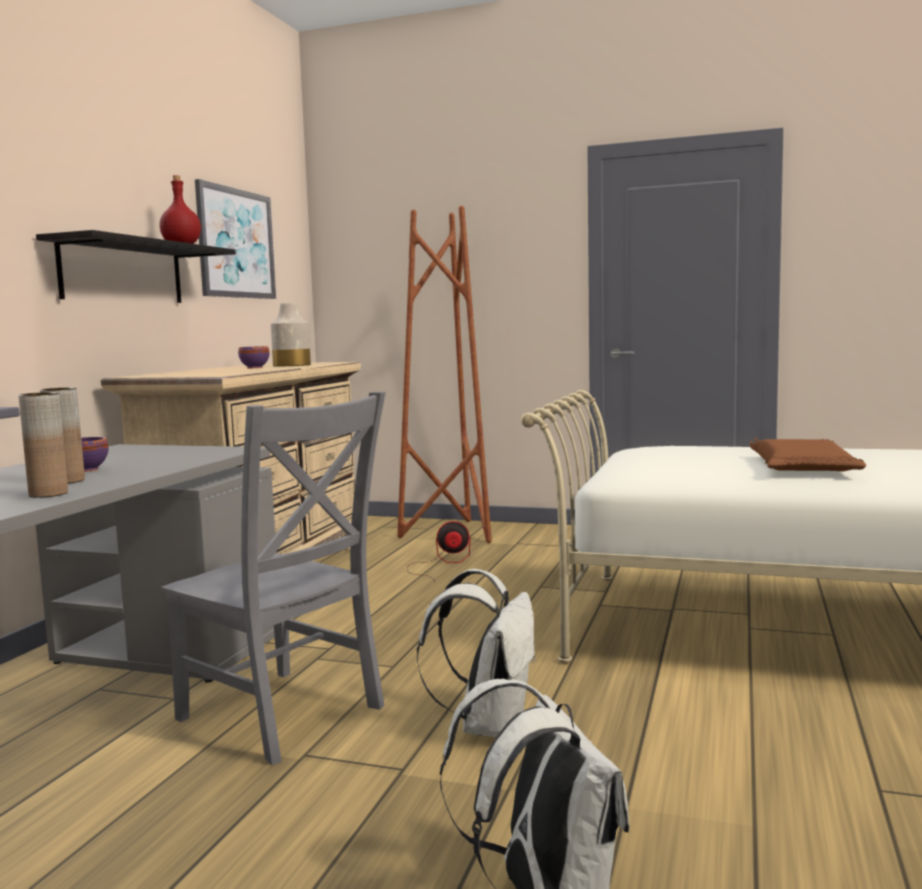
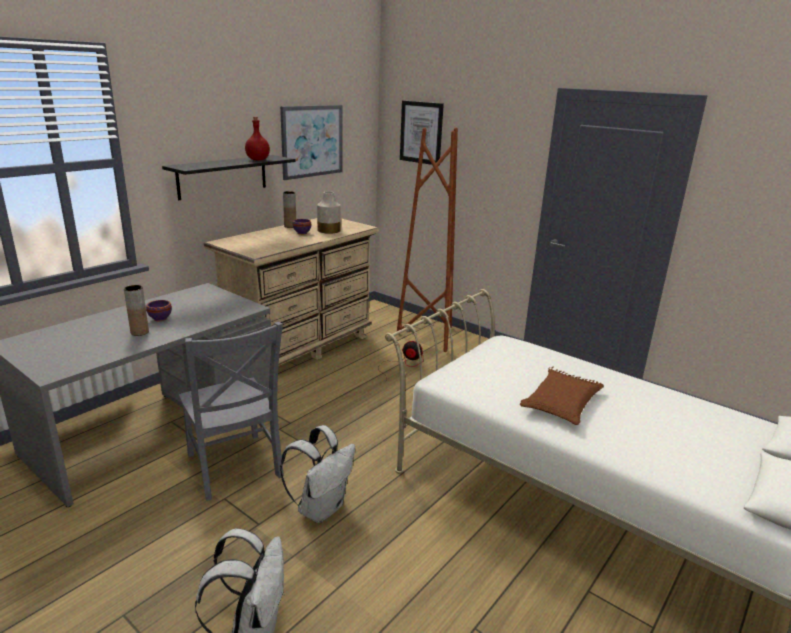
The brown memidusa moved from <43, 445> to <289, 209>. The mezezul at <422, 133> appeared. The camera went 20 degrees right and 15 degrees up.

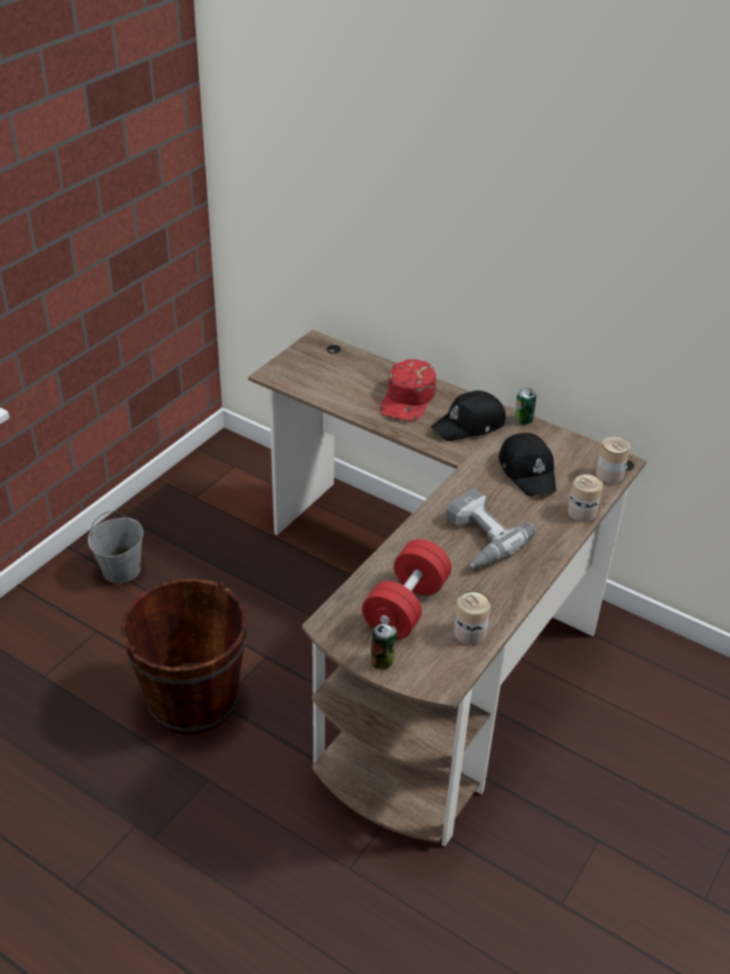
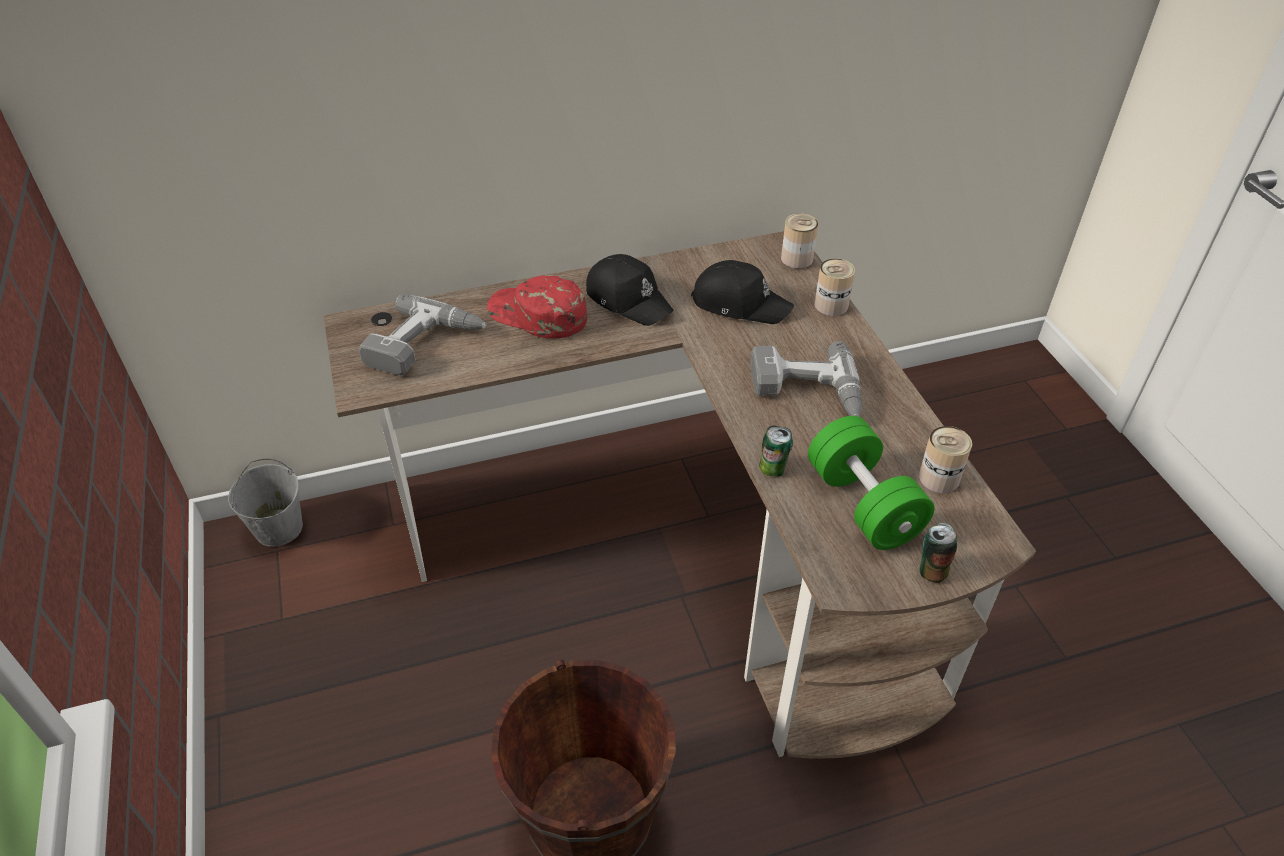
The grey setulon moved from <115, 546> to <265, 503>. The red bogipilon at <406, 589> became the green bogipilon at <871, 483>. The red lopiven at <407, 390> turned 150 degrees clockwise. The black lopiven at <468, 415> turned 60 degrees counterclockwise. The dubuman moved from <526, 406> to <776, 451>. The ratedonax at <422, 335> appeared. The camera went 50 degrees left and 5 degrees up.

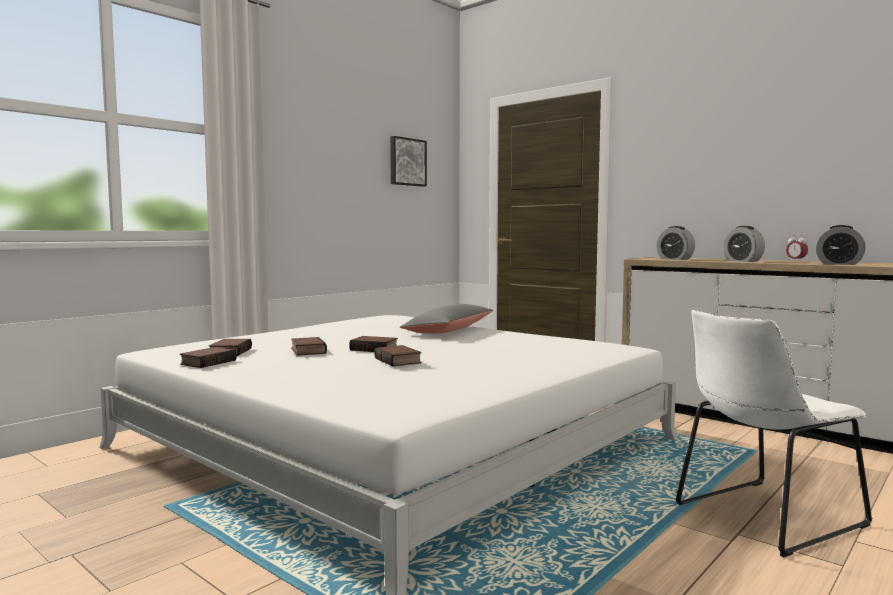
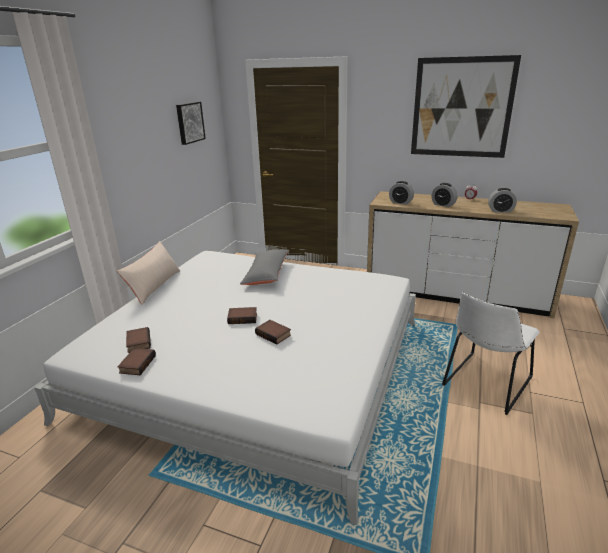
The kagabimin at <309, 346> disappeared. The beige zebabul at <148, 273> appeared. The mezezul at <466, 106> appeared. The camera went 20 degrees left and 20 degrees up.

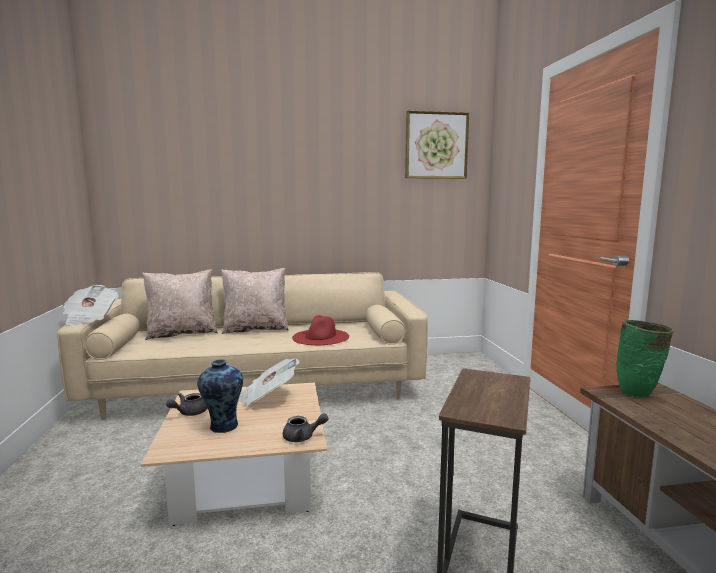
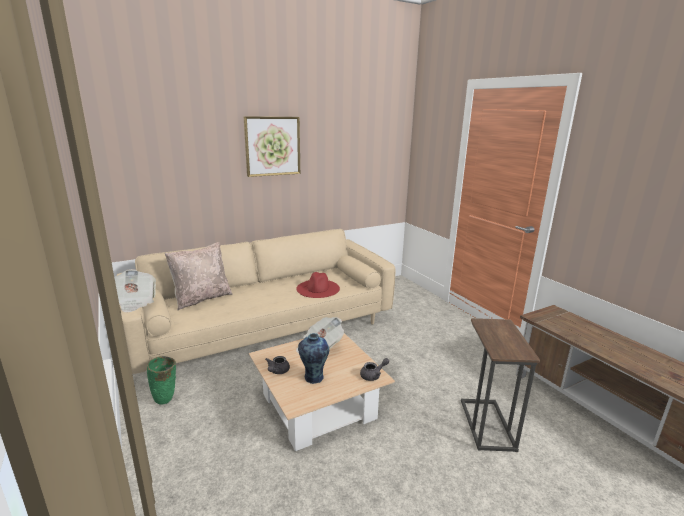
The beige zebabul at <255, 301> disappeared. The mezezul moved from <437, 145> to <272, 146>. The green memidusa moved from <645, 358> to <161, 380>. The camera went 20 degrees left and 10 degrees up.

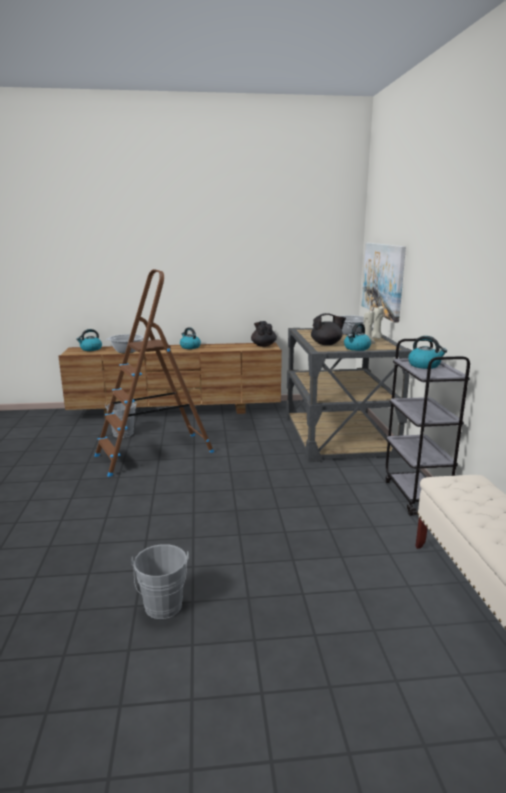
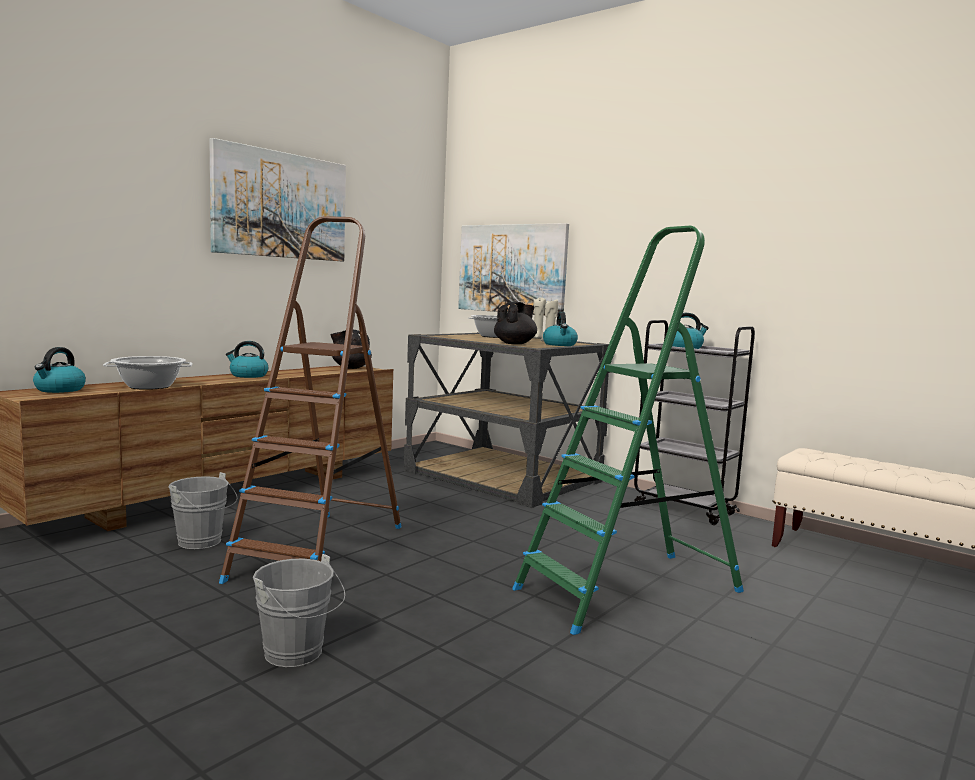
The grey setulon moved from <160, 581> to <299, 610>. The mezezul at <277, 199> appeared. The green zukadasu at <628, 430> appeared. The camera went 45 degrees left and 10 degrees down.

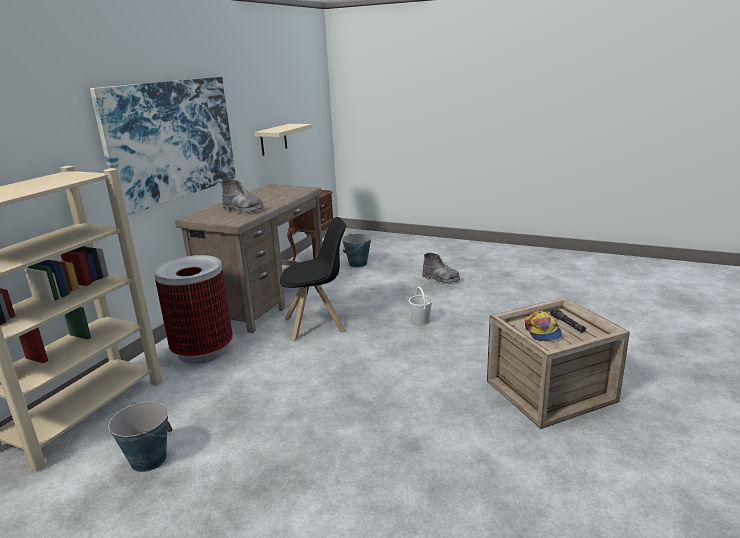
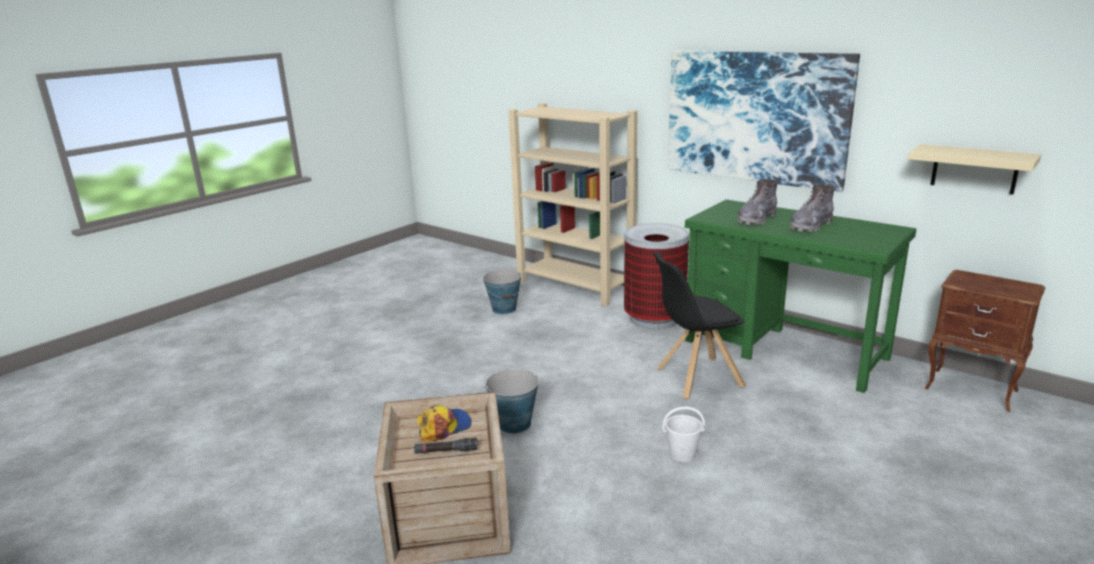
The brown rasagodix at <249, 258> became the green rasagodix at <800, 296>. The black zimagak at <313, 279> turned 75 degrees clockwise. The setulon moved from <356, 250> to <512, 401>. The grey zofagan moved from <441, 268> to <812, 208>. The lopiven at <543, 326> turned 135 degrees clockwise. The camera went 105 degrees right and 0 degrees up.

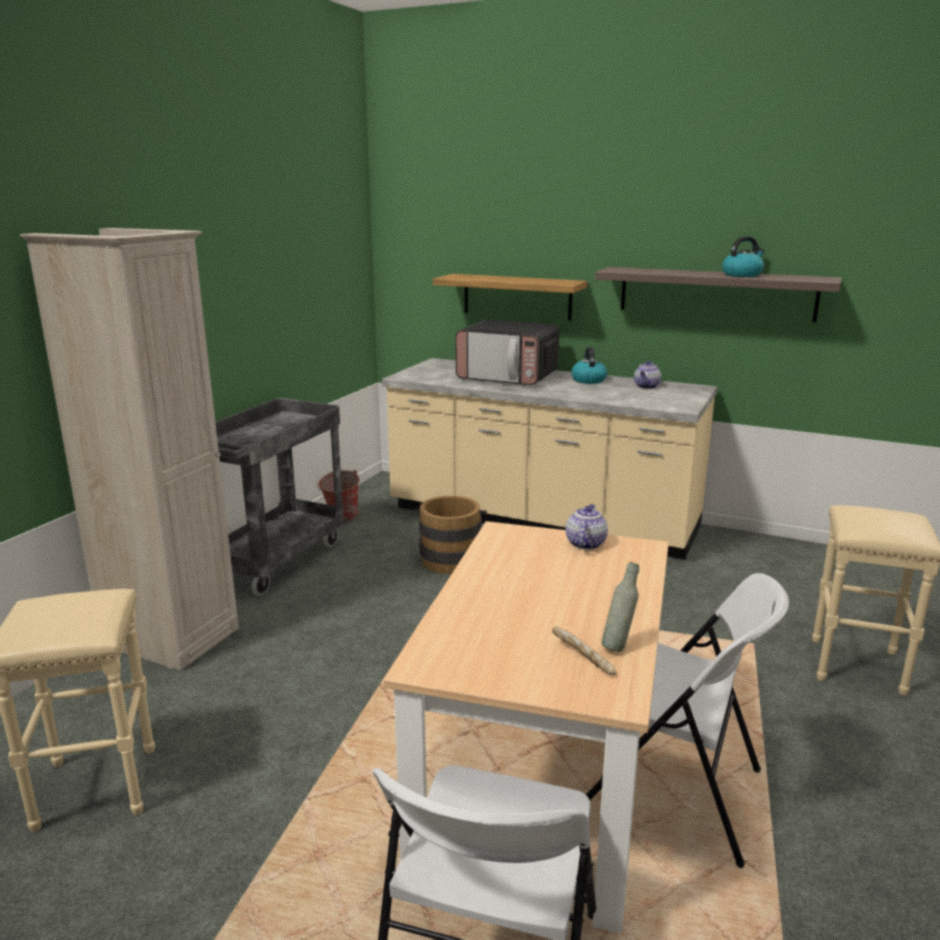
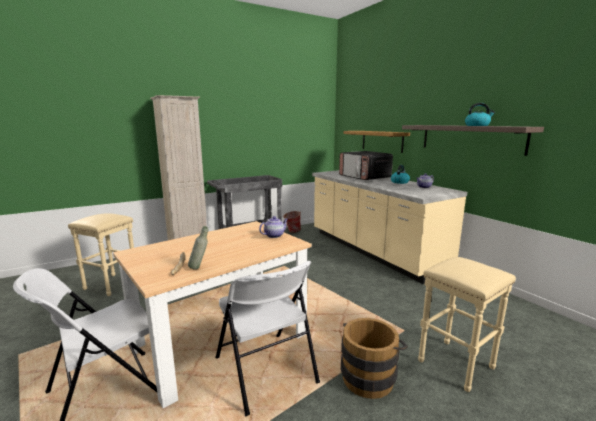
The brown setulon moved from <450, 535> to <374, 358>. The camera went 35 degrees right and 5 degrees down.

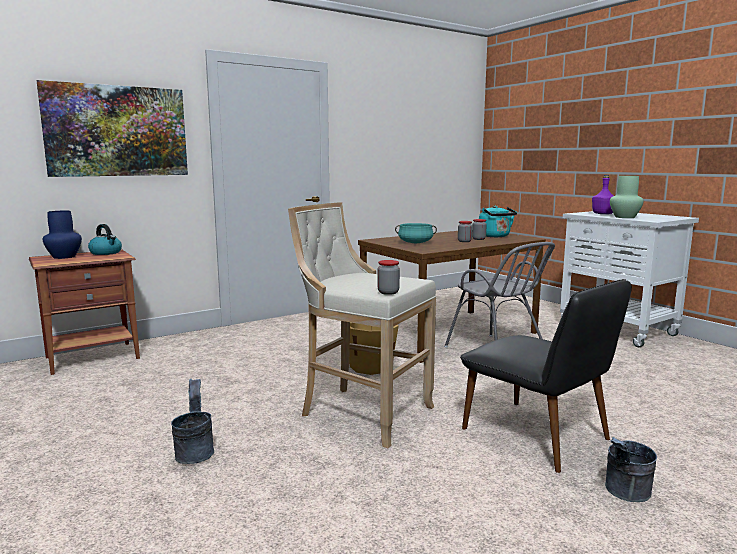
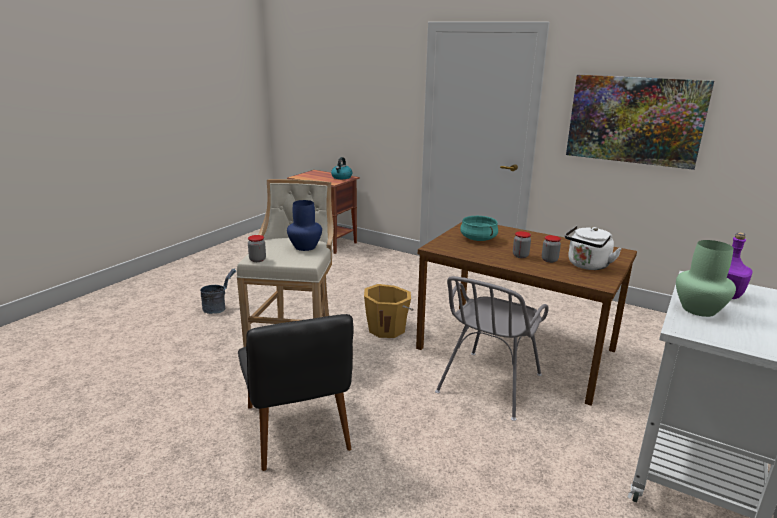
The mezezul moved from <112, 128> to <640, 122>. The blue memidusa moved from <62, 235> to <304, 225>. The black zimagak at <546, 376> turned 45 degrees counterclockwise. The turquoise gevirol at <498, 221> became the white gevirol at <593, 248>. The grey setulon at <631, 469> disappeared. The camera went 65 degrees right and 10 degrees up.

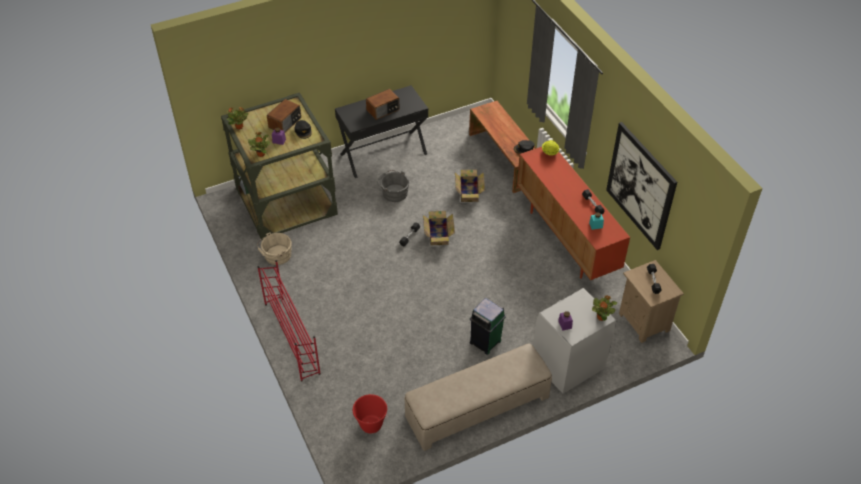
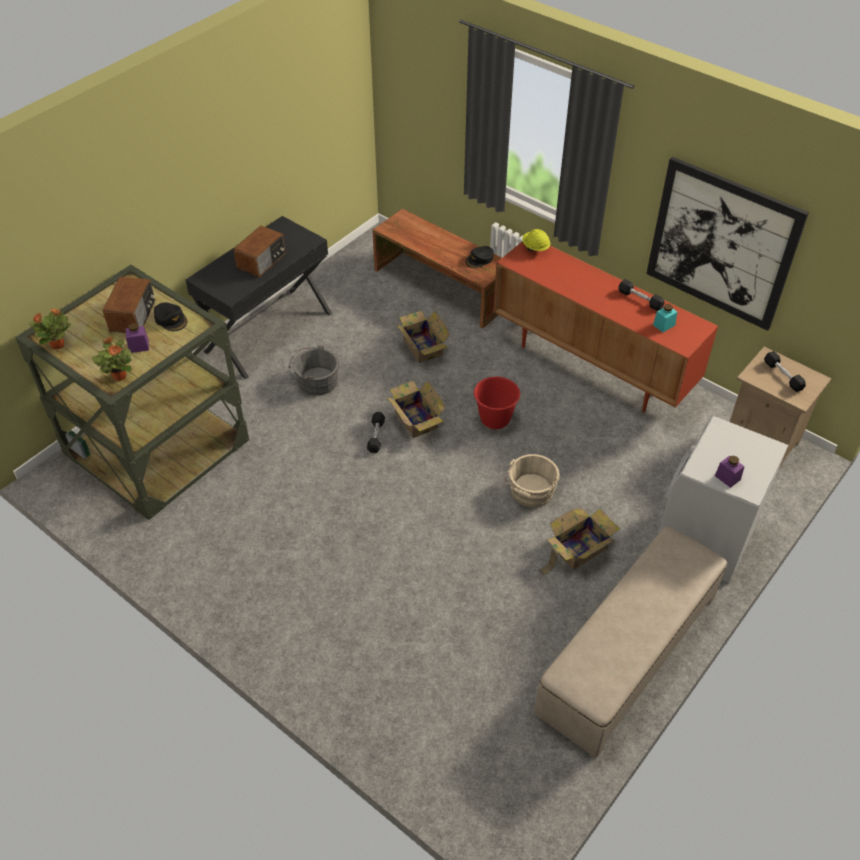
The beige setulon moved from <274, 248> to <532, 480>. The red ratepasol at <289, 321> disappeared. The red setulon moved from <370, 413> to <497, 403>. The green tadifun at <488, 326> was replaced by the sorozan at <579, 542>. The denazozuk at <604, 308> disappeared. The camera went 25 degrees left and 0 degrees up.

